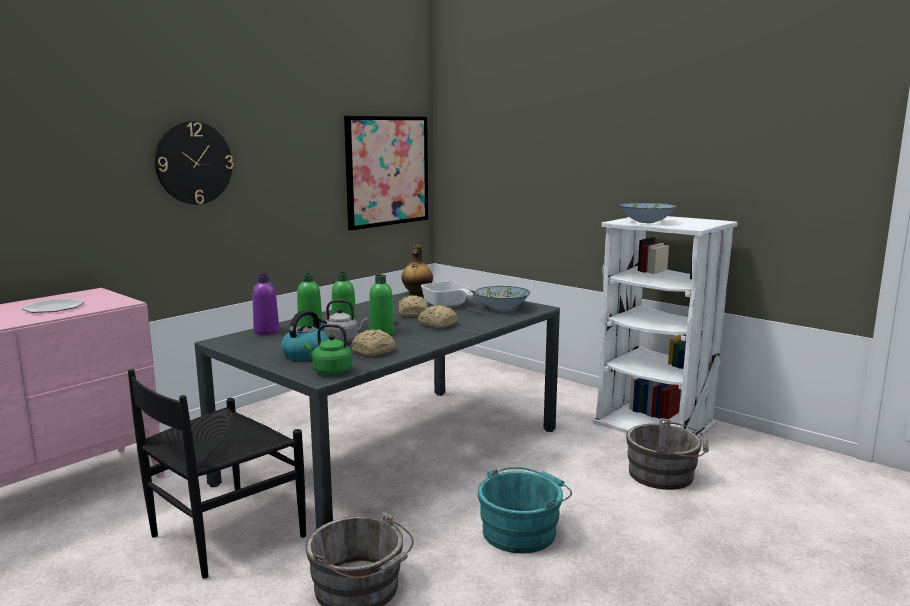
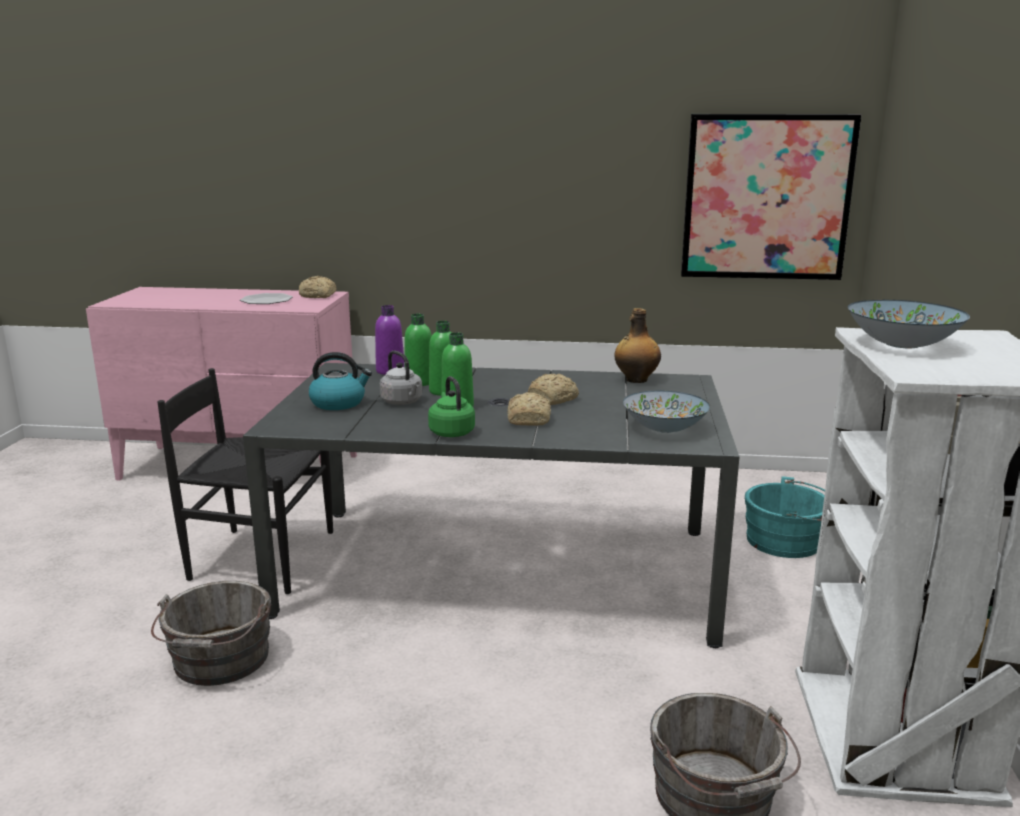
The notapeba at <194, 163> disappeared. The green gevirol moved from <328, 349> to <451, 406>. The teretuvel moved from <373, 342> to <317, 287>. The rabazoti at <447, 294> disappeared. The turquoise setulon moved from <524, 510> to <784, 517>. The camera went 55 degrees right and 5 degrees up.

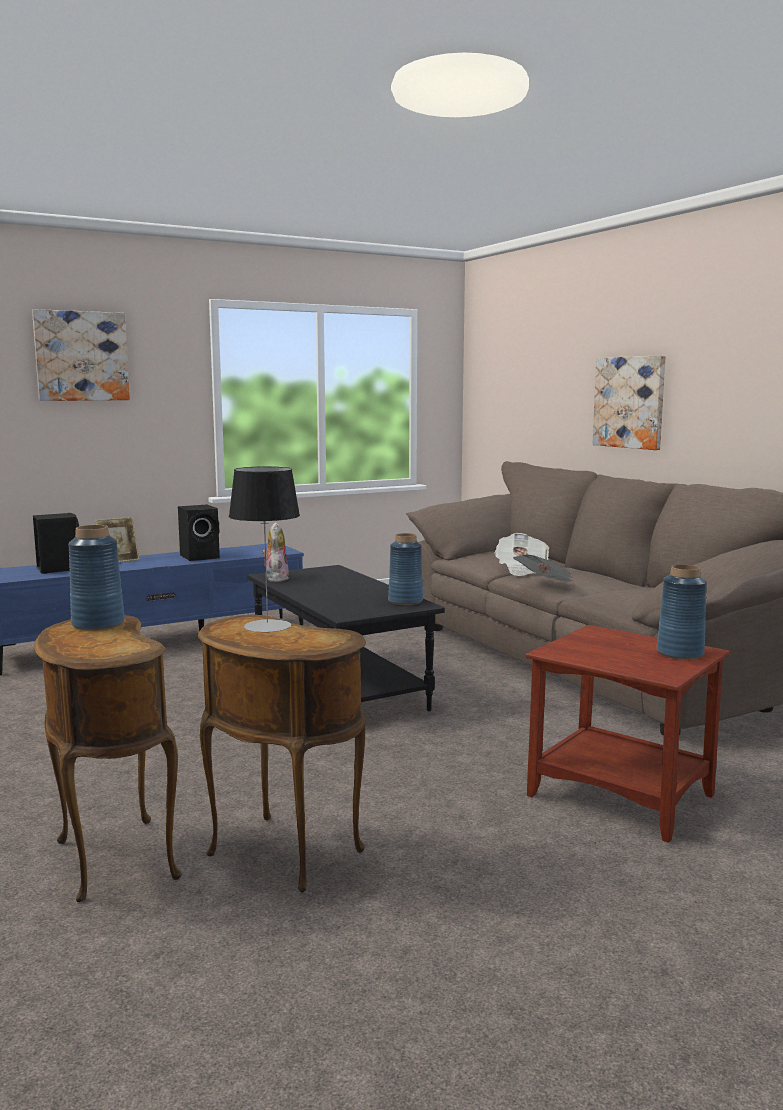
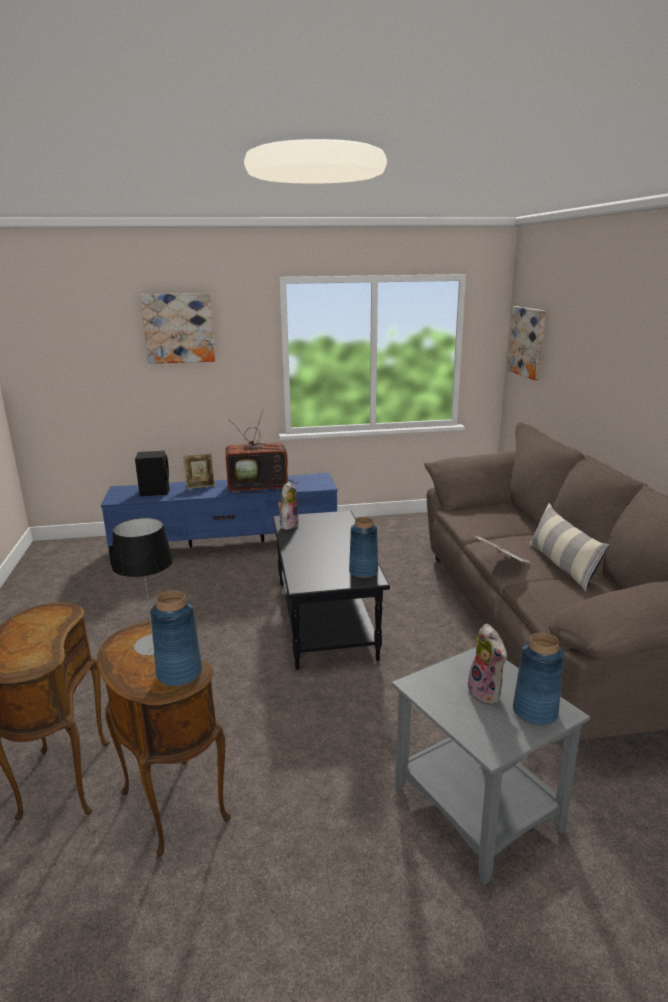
The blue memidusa moved from <96, 578> to <176, 638>. The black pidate at <199, 533> was replaced by the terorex at <262, 451>. The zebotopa at <521, 554> disappeared. The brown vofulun at <628, 734> became the grey vofulun at <491, 766>. The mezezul moved from <629, 402> to <526, 343>. The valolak at <487, 664> appeared. The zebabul at <569, 547> appeared. The camera went 20 degrees right and 10 degrees up.

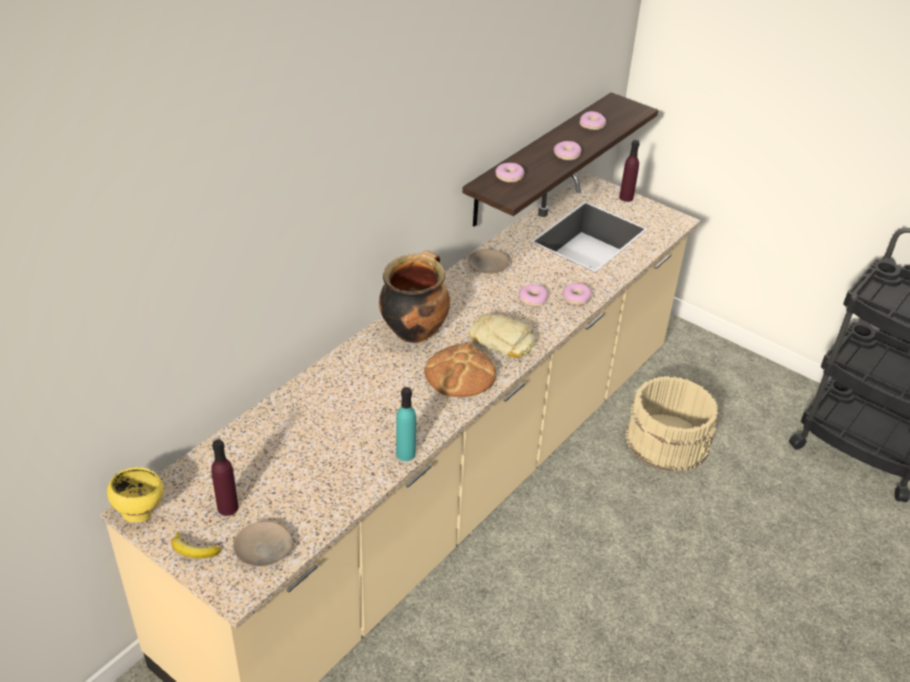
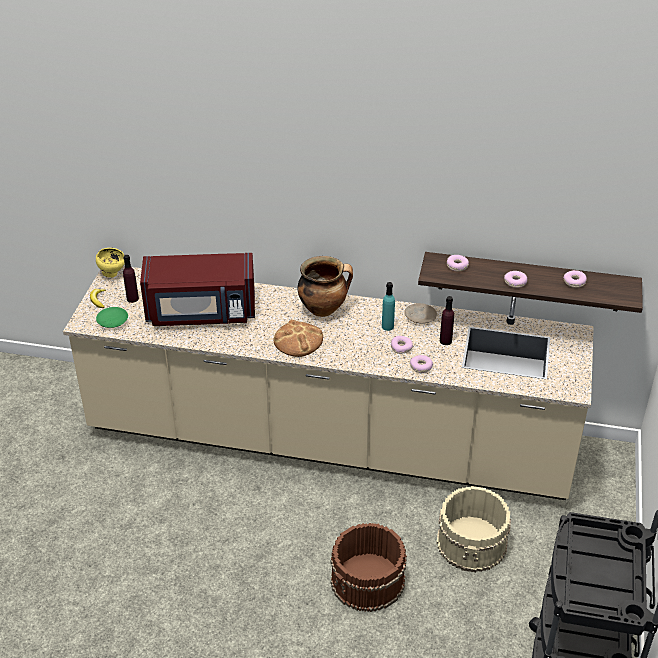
The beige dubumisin at <262, 544> became the green dubumisin at <112, 317>. The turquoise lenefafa moved from <406, 424> to <388, 306>. The teretuvel at <503, 336> disappeared. The purple lenefafa moved from <629, 171> to <447, 320>. The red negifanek at <197, 289> appeared. The brown setulon at <369, 567> appeared. The camera went 65 degrees right and 0 degrees up.

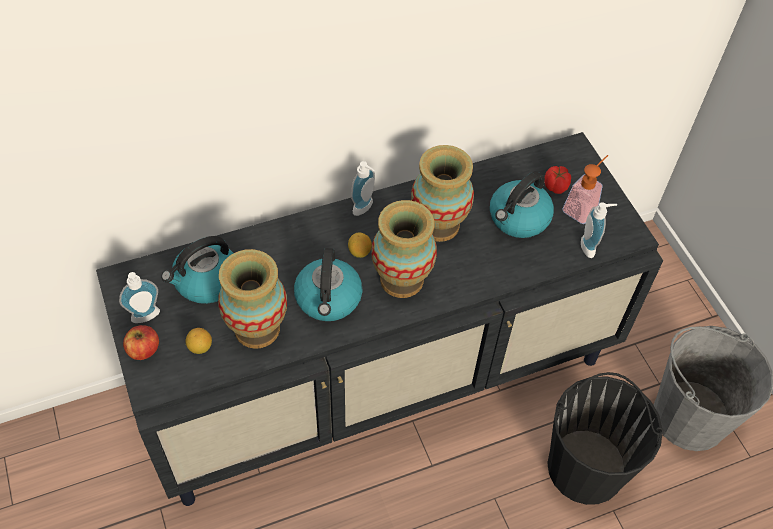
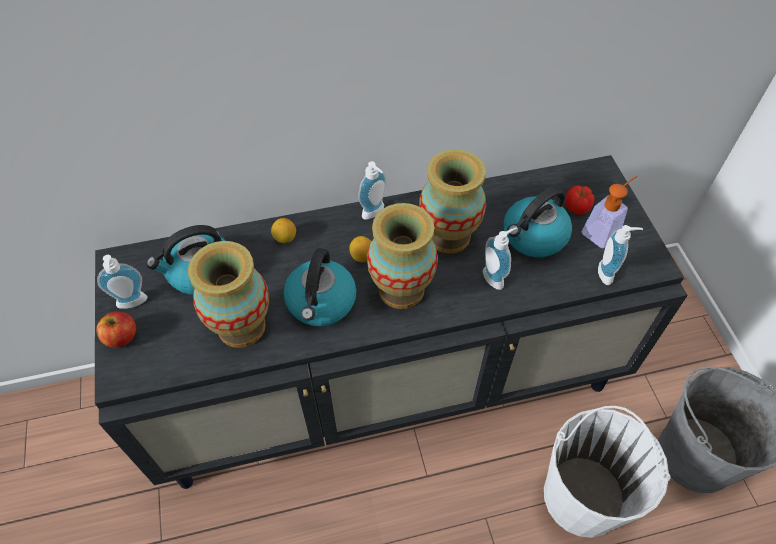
The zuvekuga moved from <198, 341> to <283, 230>. The black setulon at <605, 438> became the white setulon at <607, 472>. The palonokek at <500, 259> appeared. The camera went 10 degrees right and 0 degrees up.

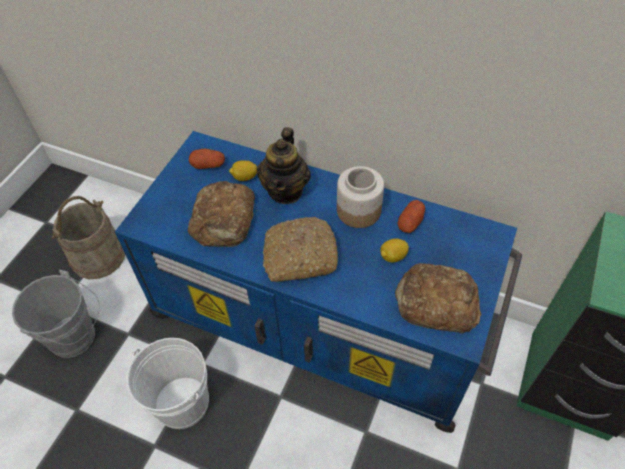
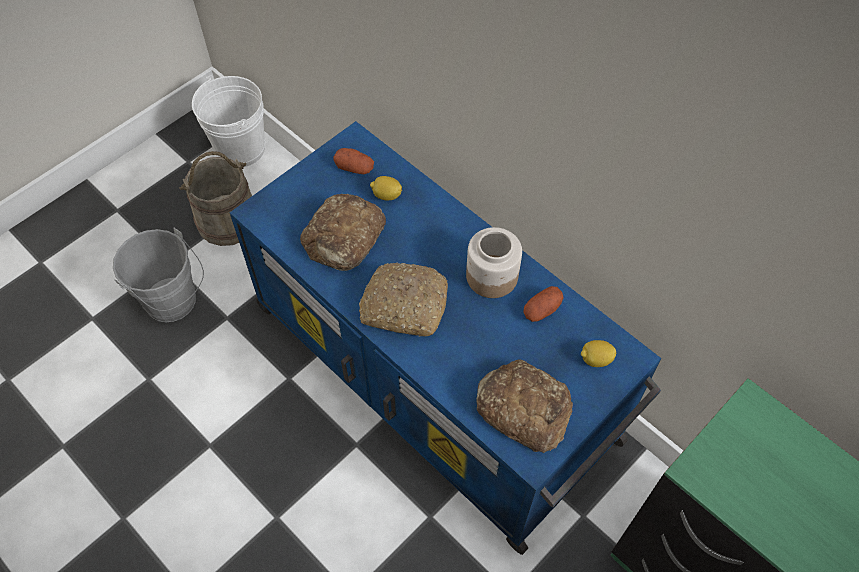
The white setulon moved from <167, 383> to <228, 121>. The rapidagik at <284, 165> disappeared. The zuvekuga moved from <394, 250> to <598, 353>. The camera went 20 degrees right and 5 degrees up.

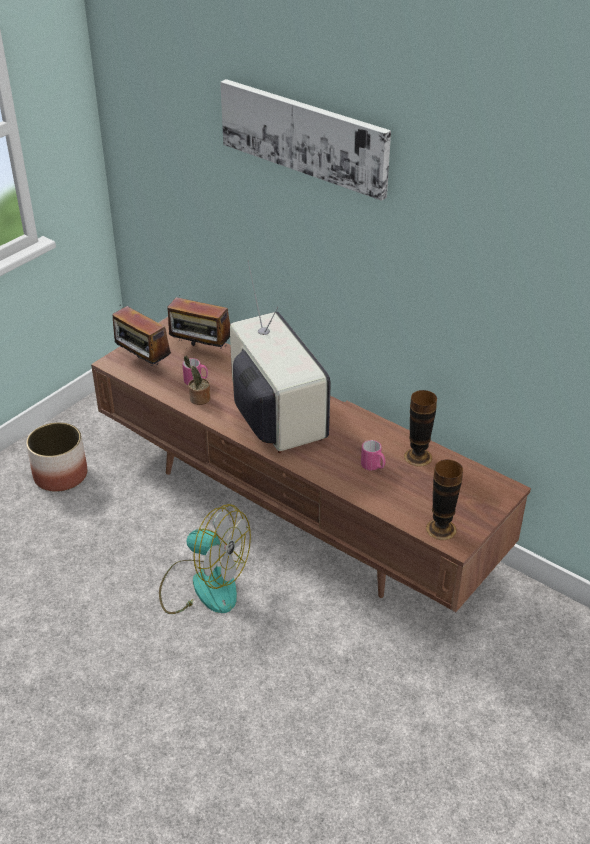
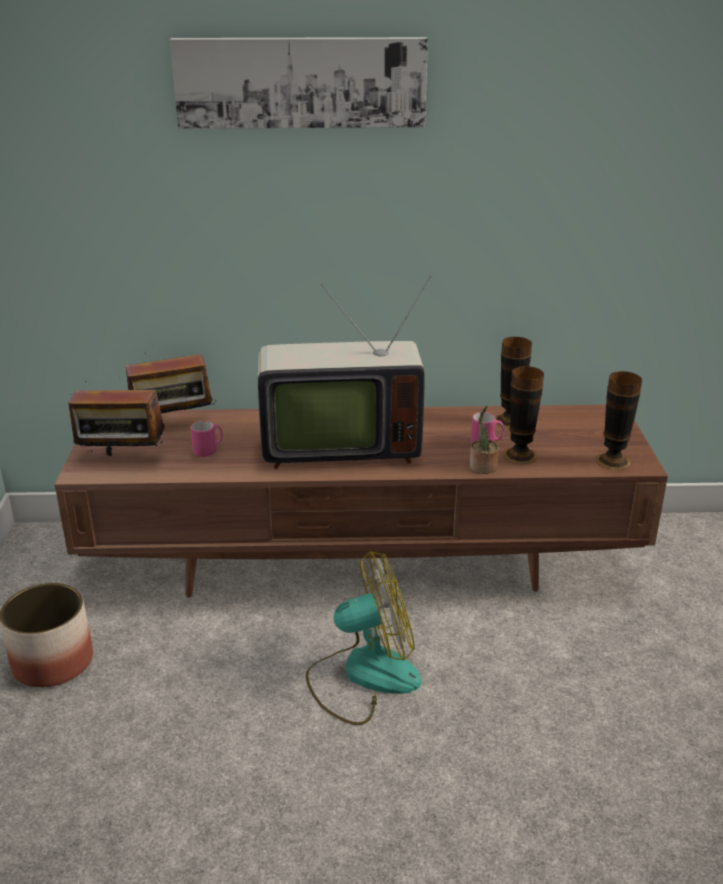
The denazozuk moved from <197, 380> to <484, 439>. The terorex at <280, 356> turned 150 degrees clockwise. The memidusa at <523, 415> appeared. The camera went 40 degrees left and 10 degrees down.

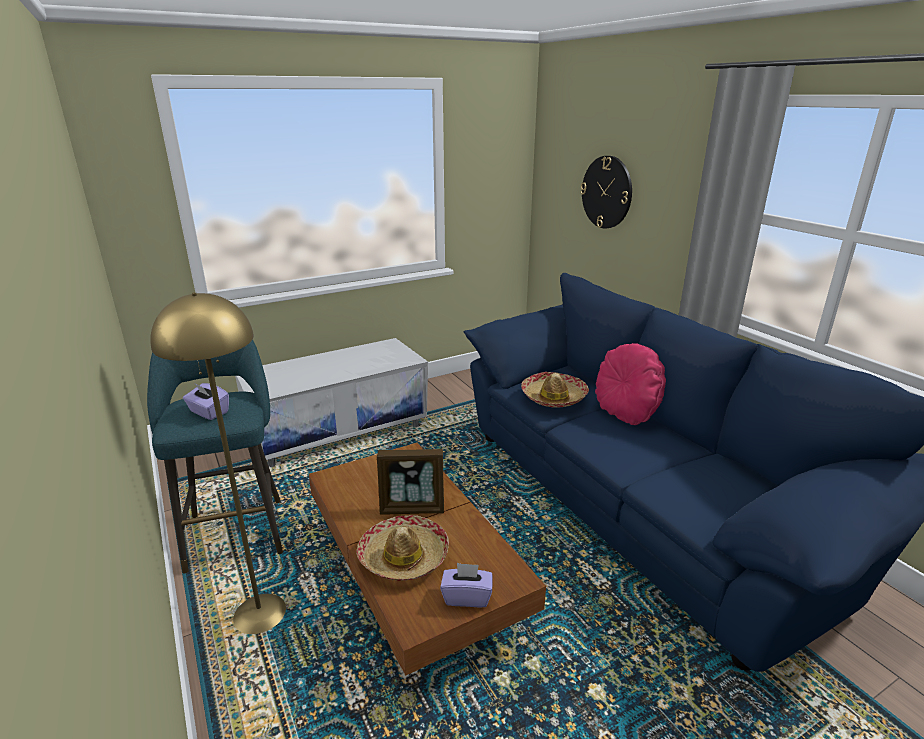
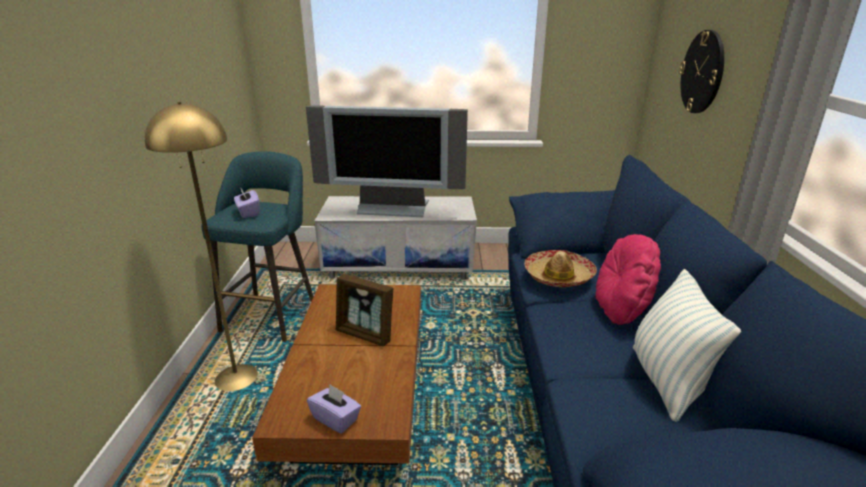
The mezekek at <402, 548> disappeared. The terorex at <387, 161> appeared. The zebabul at <687, 345> appeared. The camera went 30 degrees right and 0 degrees up.

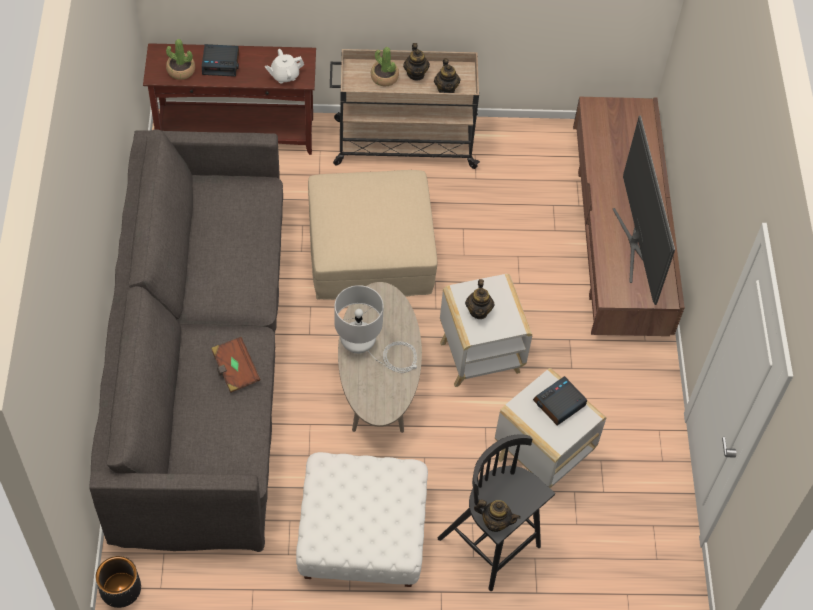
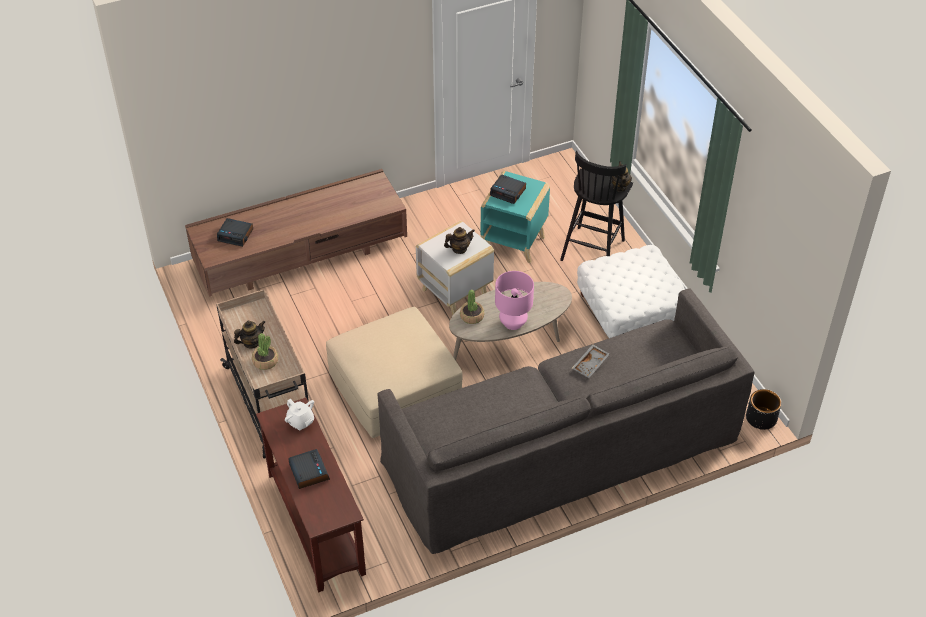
The denazozuk moved from <180, 59> to <472, 307>. The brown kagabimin at <236, 365> was replaced by the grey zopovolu at <591, 361>. The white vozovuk at <375, 329> became the pink vozovuk at <514, 300>. The rapidagik at <447, 75> disappeared. The white vofulun at <551, 428> became the turquoise vofulun at <515, 217>. The terorex at <644, 210> disappeared. The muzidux at <235, 232> appeared. The camera went 110 degrees left and 10 degrees down.

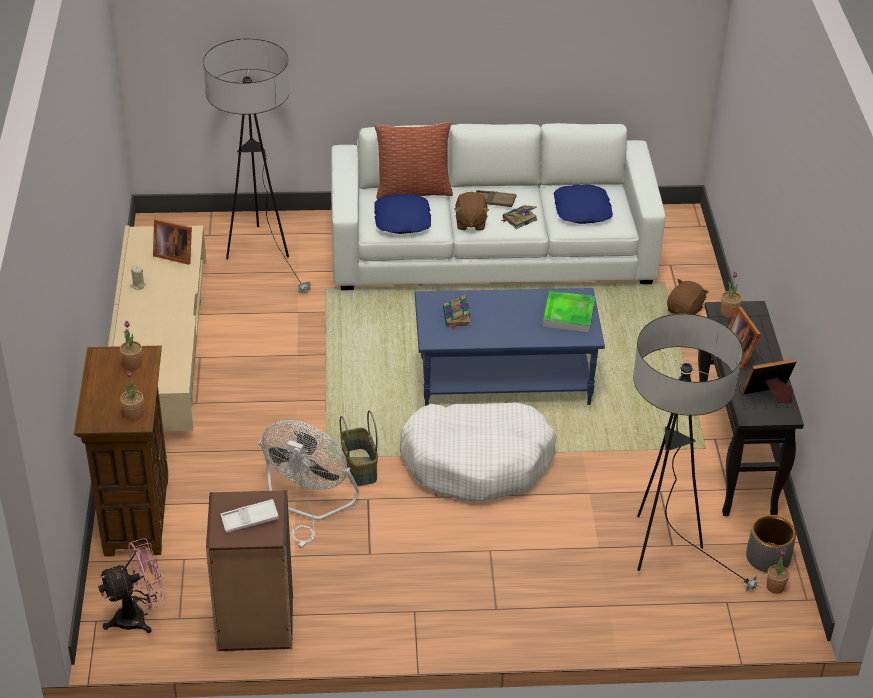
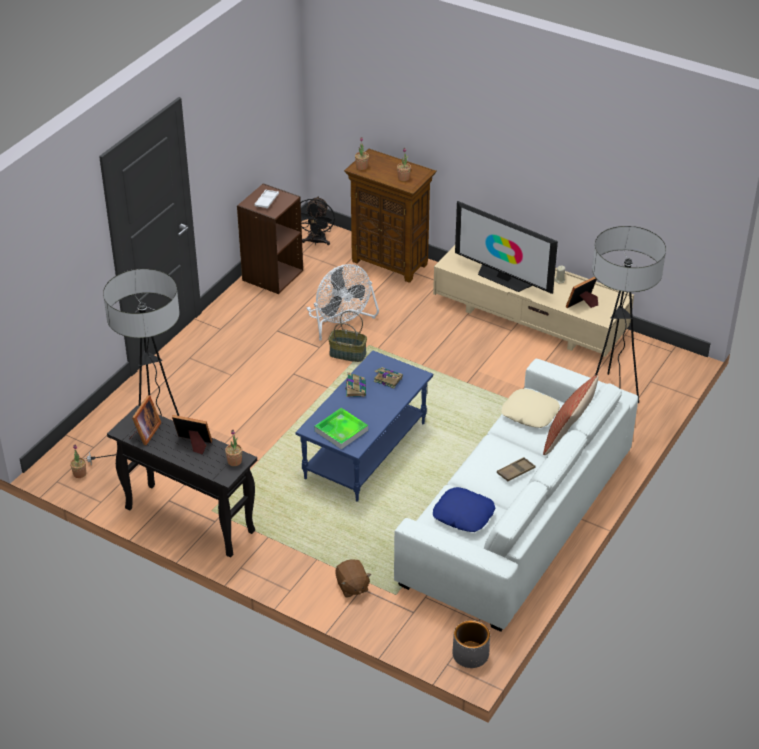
The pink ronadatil at <132, 585> became the black ronadatil at <318, 220>. The blue zebabul at <402, 214> became the beige zebabul at <531, 408>. The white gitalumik at <478, 452> disappeared. The brown valolak at <471, 211> disappeared. The kagabimin moved from <519, 217> to <355, 384>. The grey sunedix moved from <771, 544> to <471, 644>. The terorex at <506, 247> appeared. The camera went 125 degrees right and 0 degrees up.

